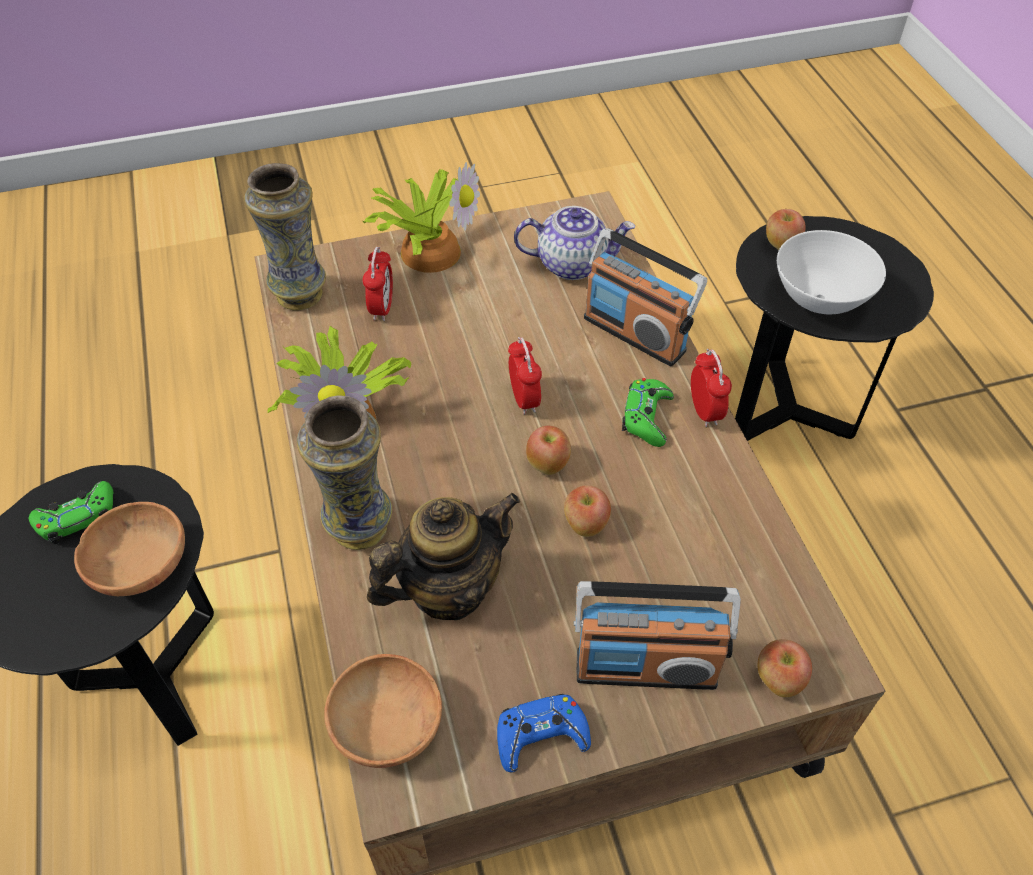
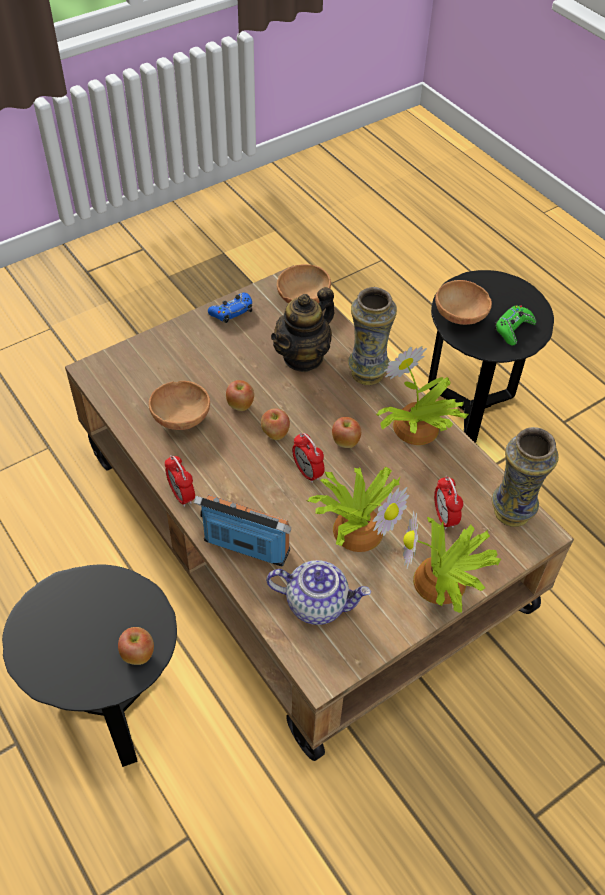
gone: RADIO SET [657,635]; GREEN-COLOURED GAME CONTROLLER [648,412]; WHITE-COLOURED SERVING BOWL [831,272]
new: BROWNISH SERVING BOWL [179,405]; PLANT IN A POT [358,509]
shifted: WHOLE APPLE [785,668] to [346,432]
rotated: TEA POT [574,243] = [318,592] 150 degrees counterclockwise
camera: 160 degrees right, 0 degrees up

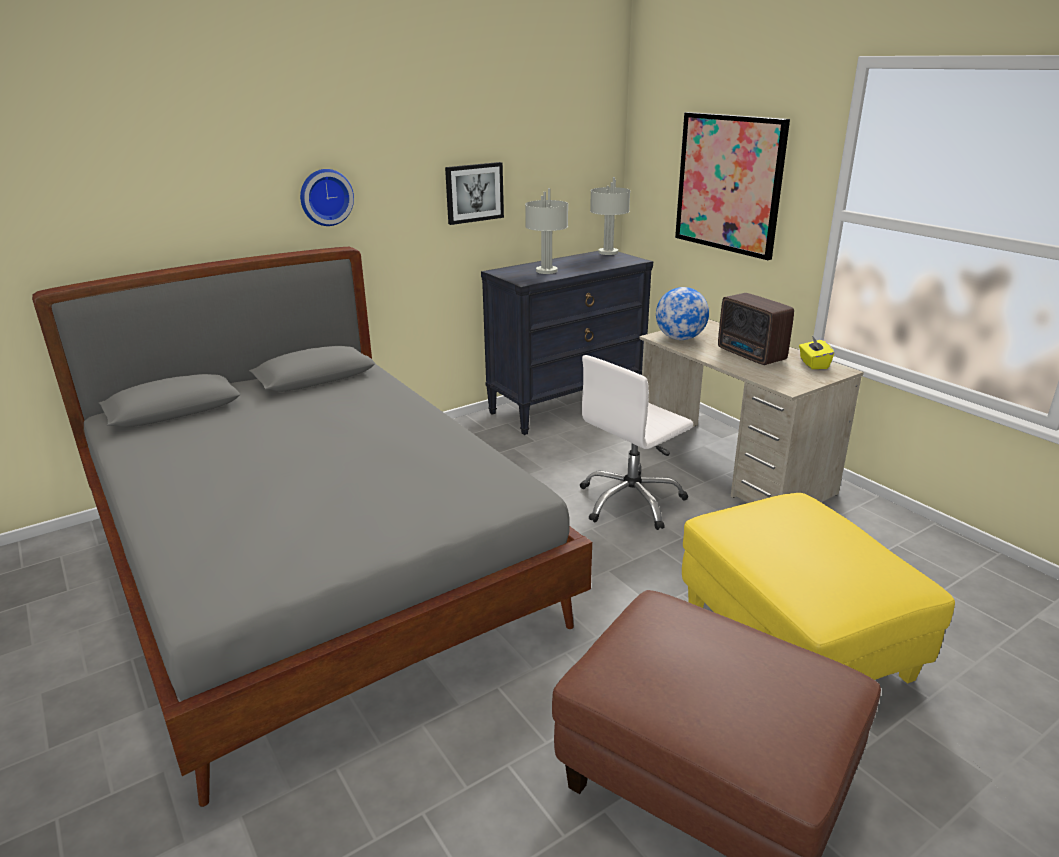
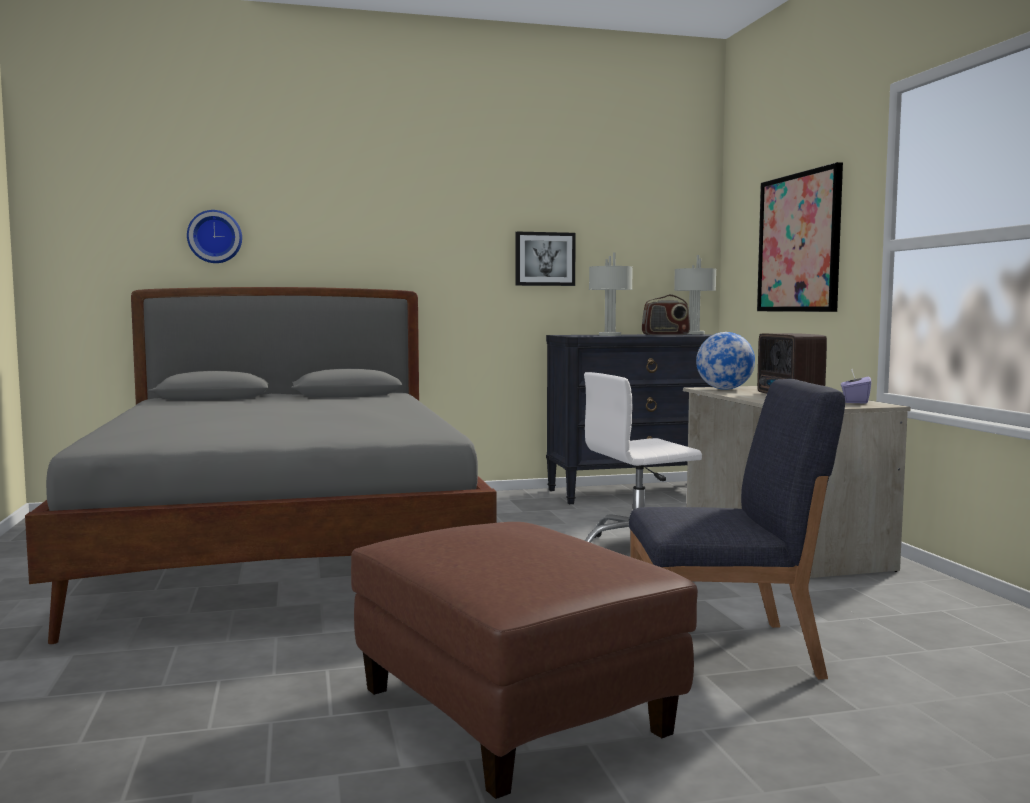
new: RADIO SET [666,314]
shifted: CLOCK ON THE WALL [327,197] to [214,236]
swapped: YELLOW-COLOURED OTTOMAN [818,588] to BLUE-COLOURED CHAIR [737,529]
repainted: YELLOW-COLOURED TISSUE HOLDER [816,352] to PURPLISH TISSUE HOLDER [856,386]
camera: 20 degrees right, 20 degrees down

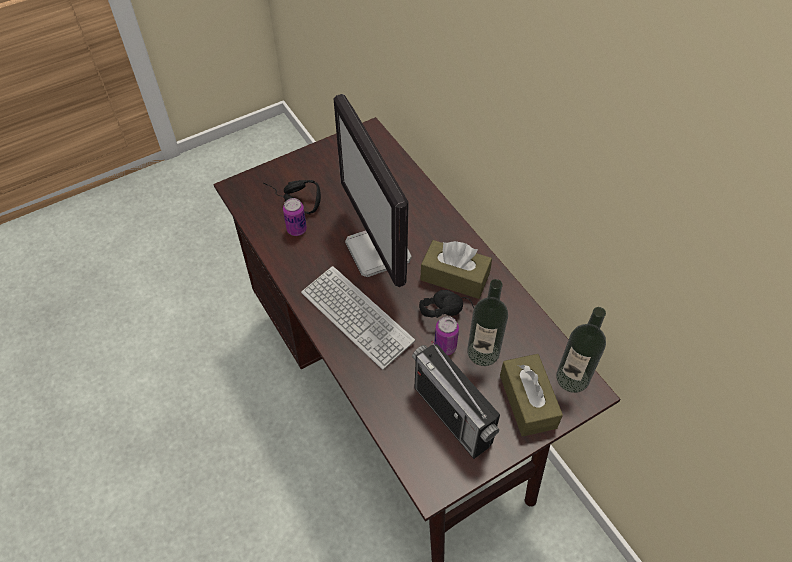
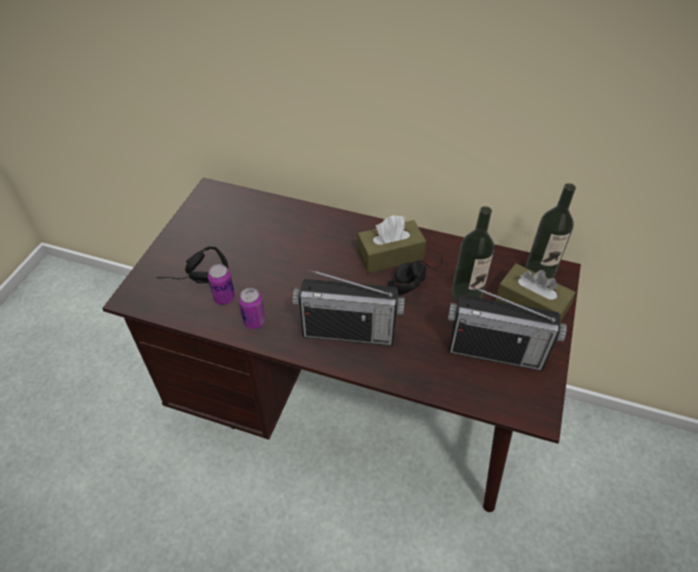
gone: COMPUTER DISPLAY [373,190]
shifted: CAN [446,335] to [252,308]
swapped: COMPUTER KEYBOARD [358,318] to RADIO SET [349,307]
camera: 40 degrees left, 5 degrees down

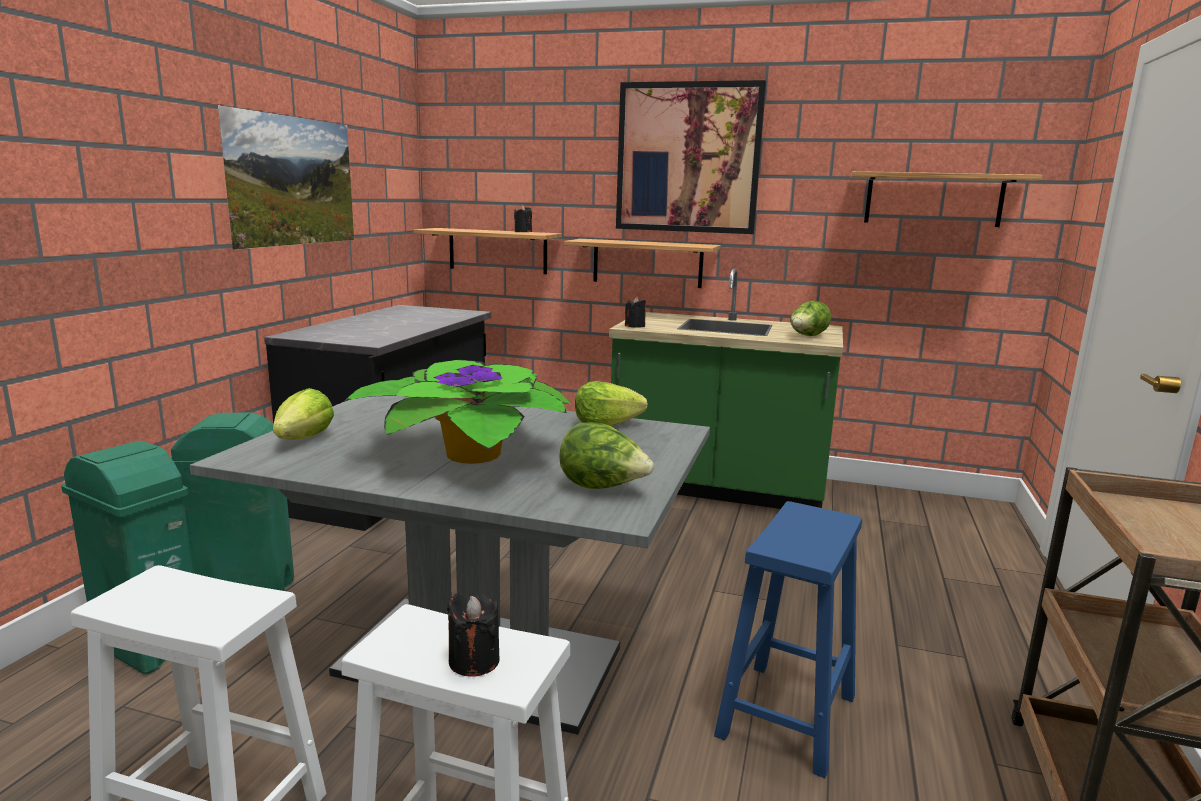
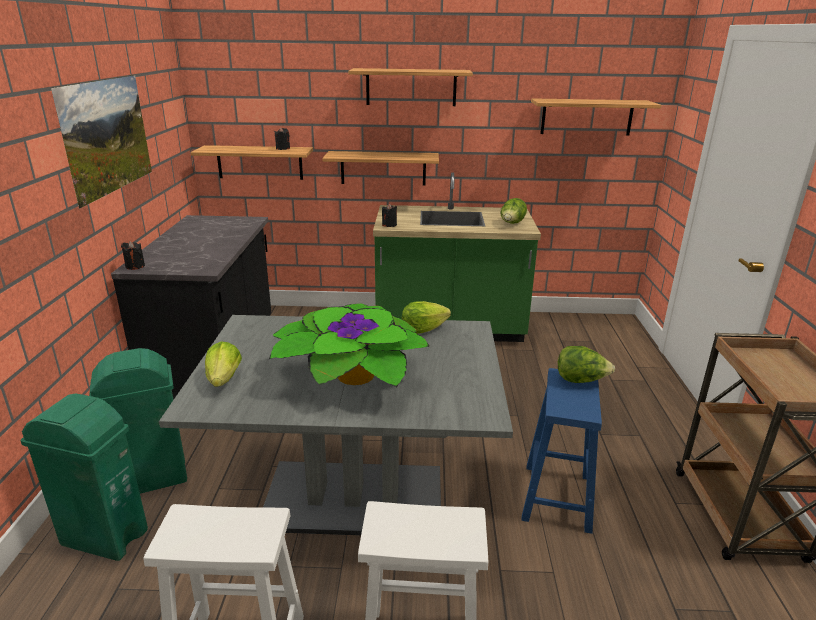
shifted: BLACKISH WAX LIGHT [473,635] to [133,255]; LETTUCE [606,455] to [586,364]
swapped: WALL PICTURE [691,157] to WALL SHELF [410,87]
camera: 15 degrees left, 10 degrees up

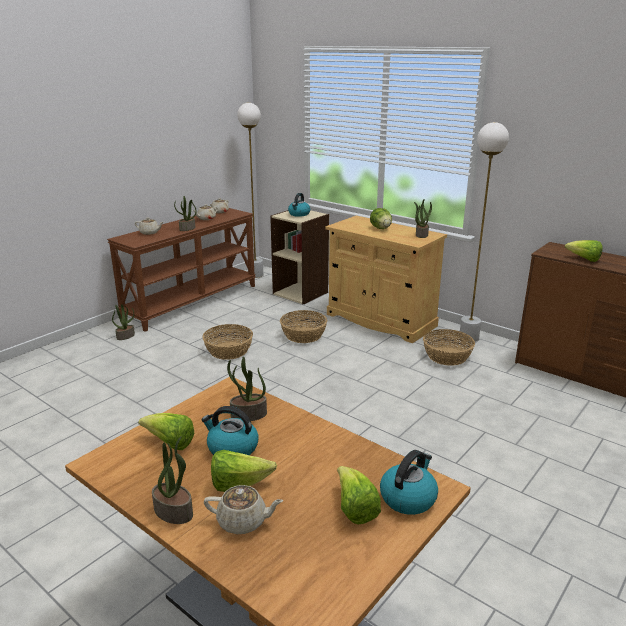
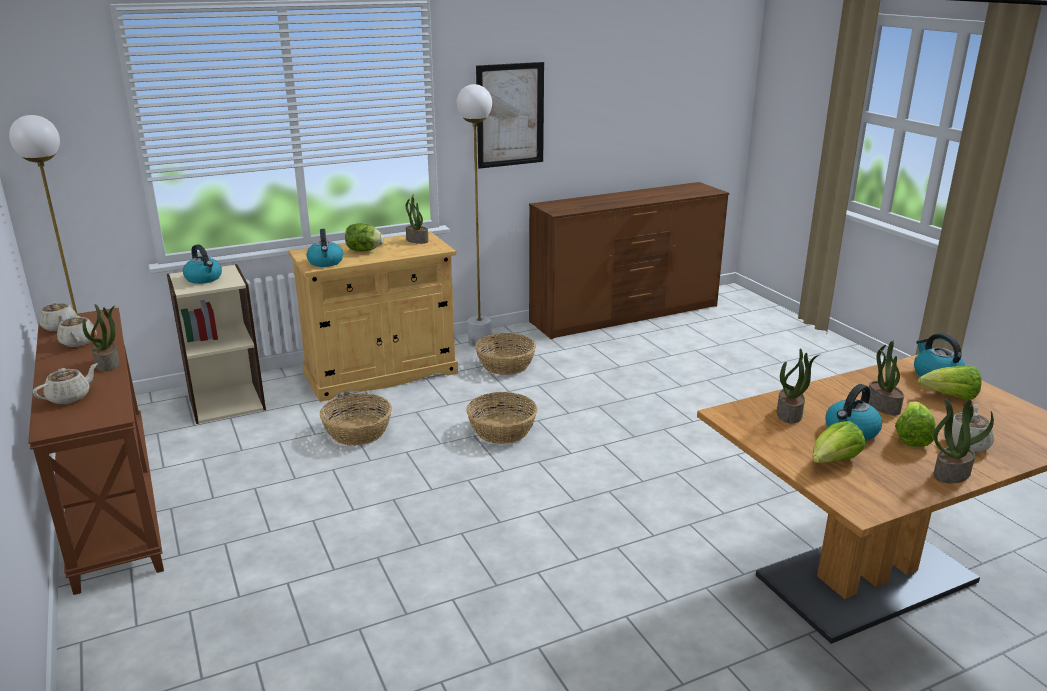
gone: LETTUCE [584,251]
new: KETTLE [324,248]; WALL PICTURE [510,115]
shifted: PLANT IN A POT [123,322] to [886,377]; BASKET [227,342] to [502,418]
camera: 65 degrees left, 0 degrees up

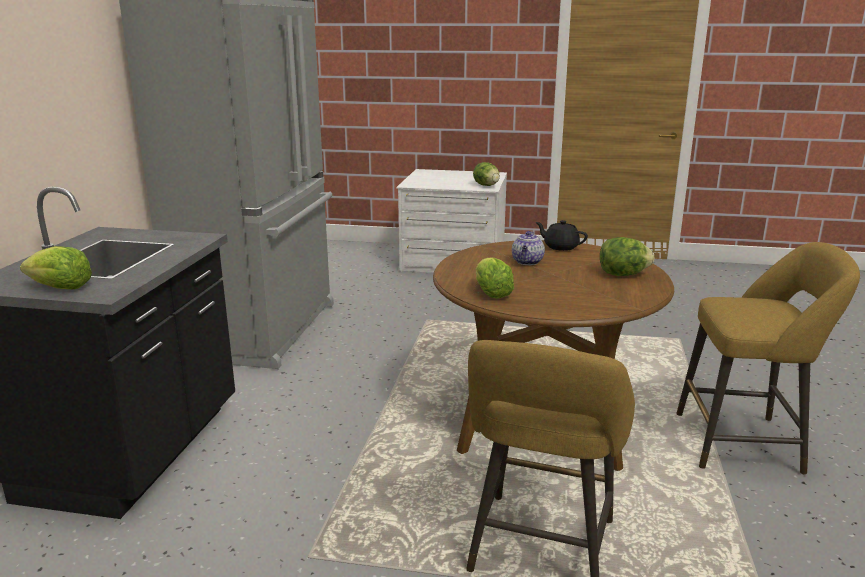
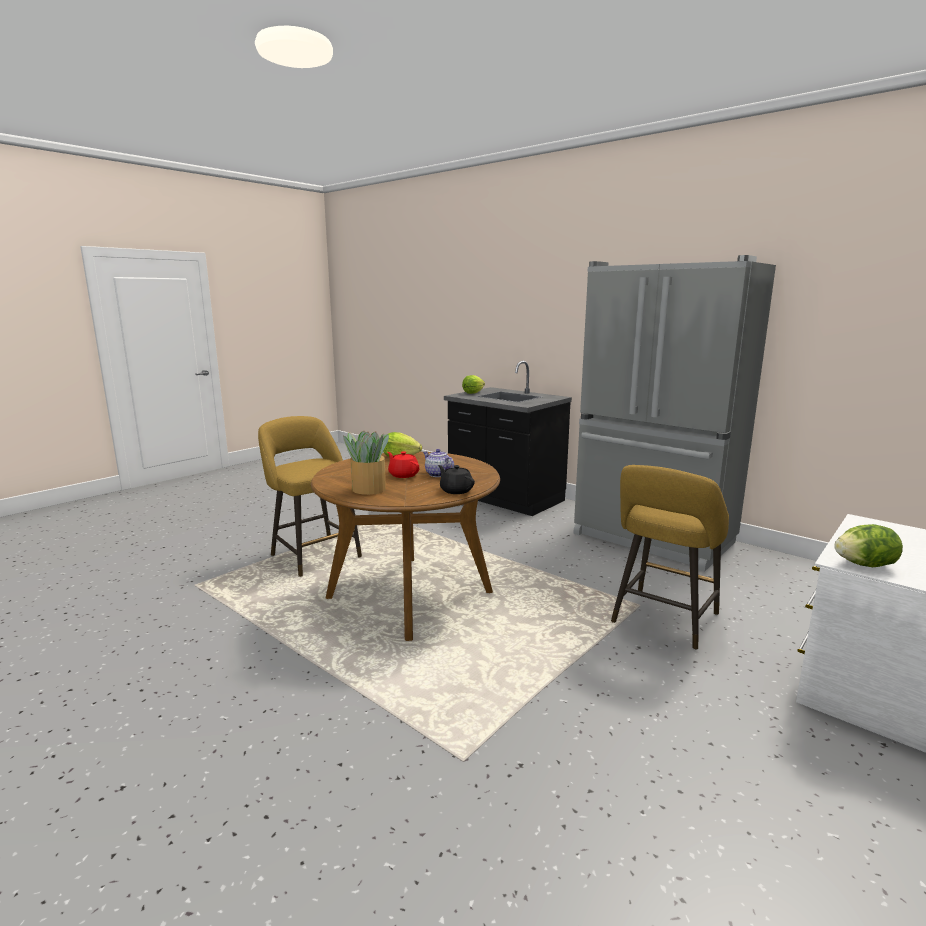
new: REDDISH TEA POT [403,464]
shifted: YELLOW-COLOURED STOOL [768,358] to [670,557]
swapped: LETTUCE [627,256] to PLANT IN A POT [366,462]
rotated: BLACKISH TEA POT [562,235] = [456,479] 105 degrees counterclockwise
camera: 120 degrees right, 5 degrees down

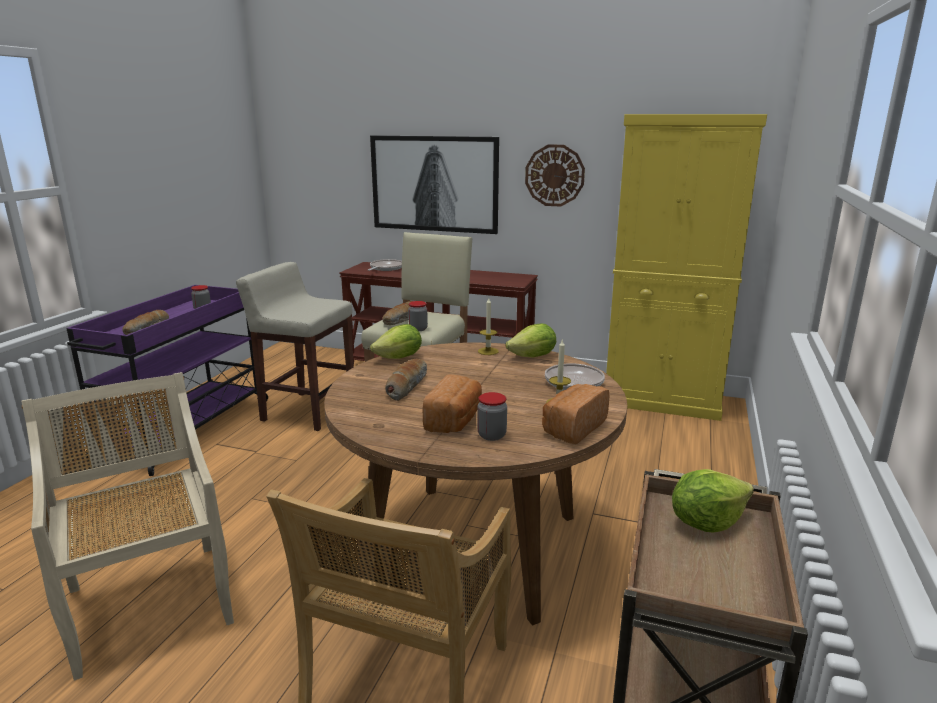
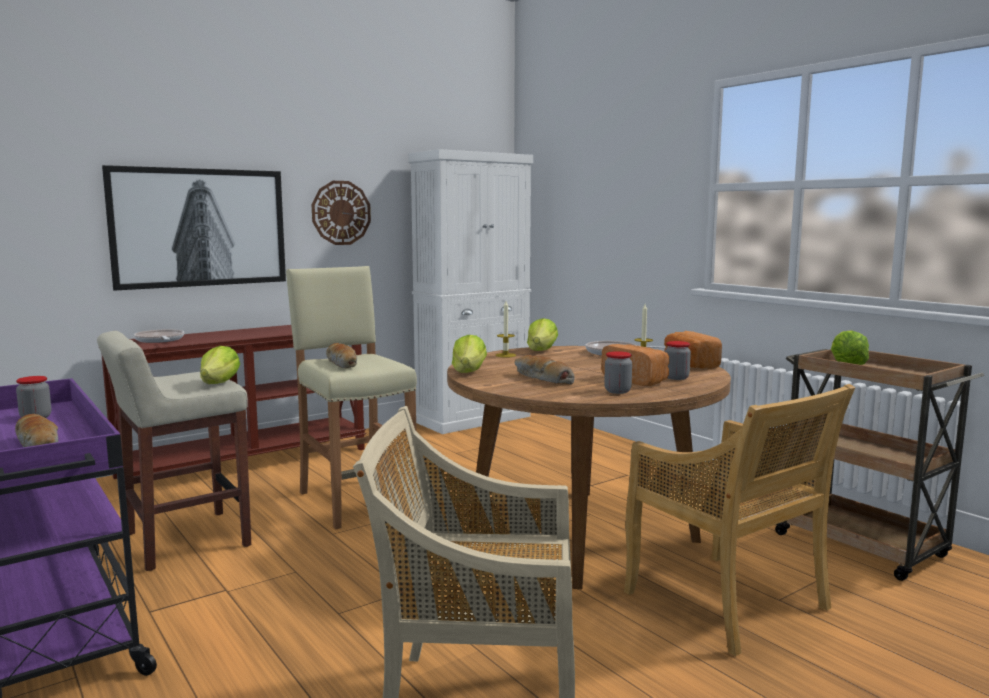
new: LETTUCE [220,365]
shifted: PRESERVE JAR [418,316] to [618,372]
repainted: YELLOW-COLOURED CUPBOARD [686,267] to WHITE-COLOURED CUPBOARD [470,291]
camera: 55 degrees left, 10 degrees down

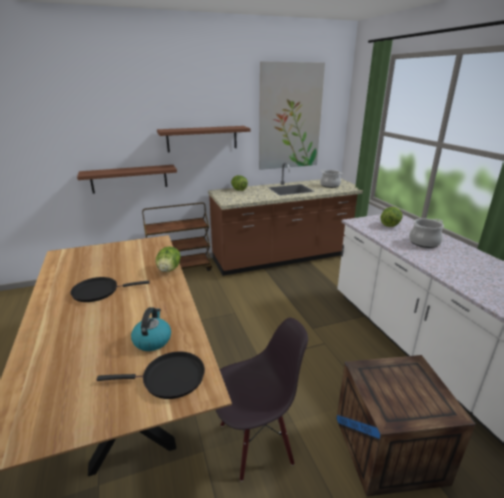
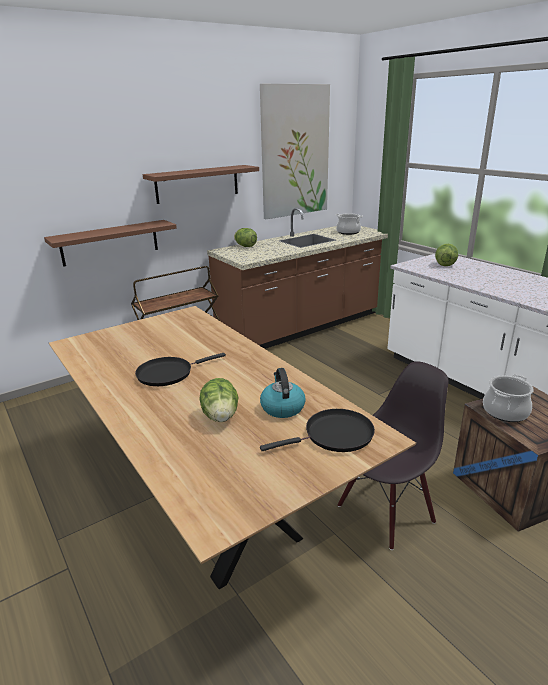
shifted: LETTUCE [168,259] to [219,400]; SAUCEPOT [426,233] to [508,398]
camera: 15 degrees left, 0 degrees up

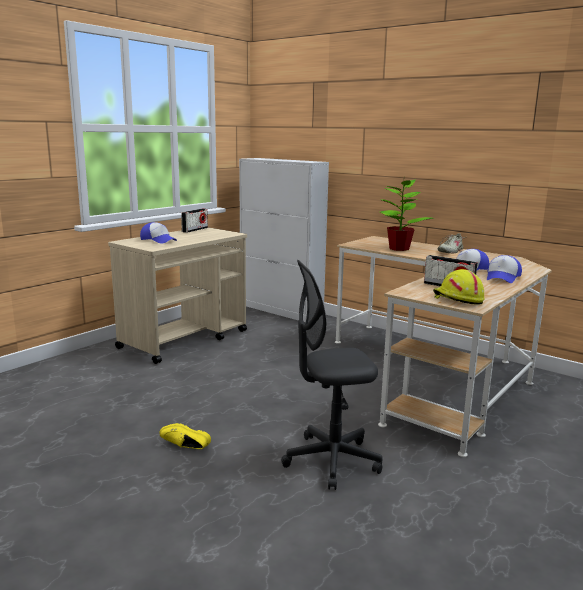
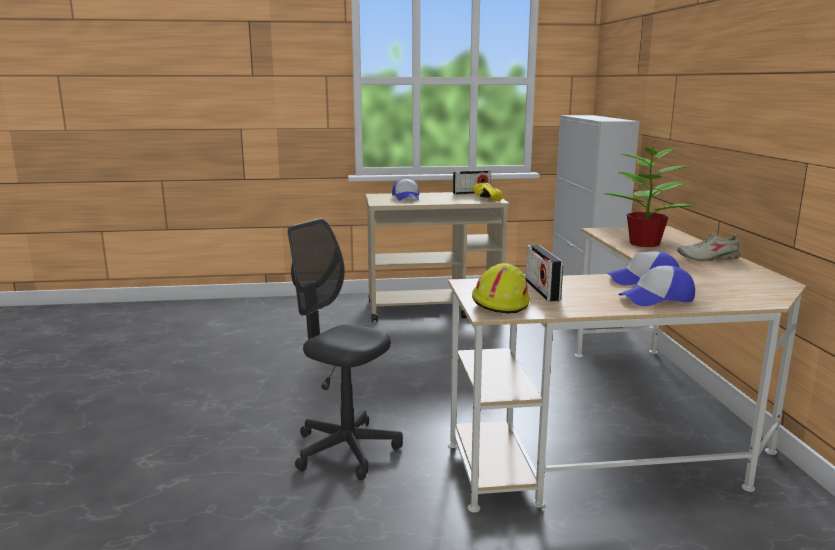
shifted: YELLOW-COLOURED ITEM OF FOOTWEAR [185,436] to [488,192]
camera: 45 degrees right, 0 degrees up

